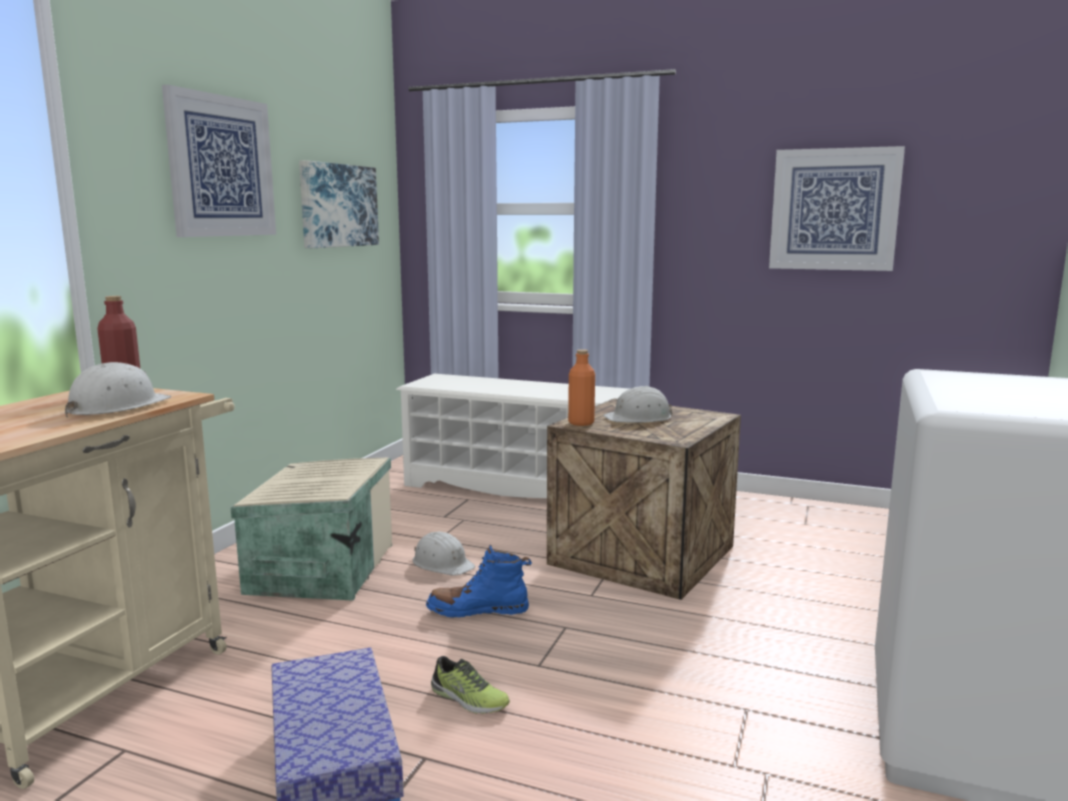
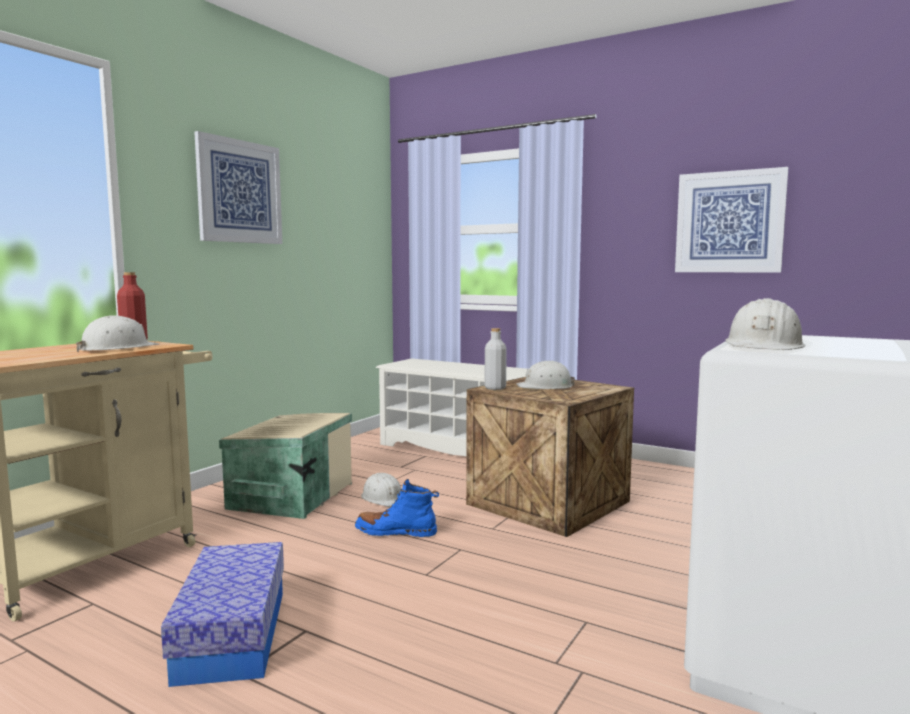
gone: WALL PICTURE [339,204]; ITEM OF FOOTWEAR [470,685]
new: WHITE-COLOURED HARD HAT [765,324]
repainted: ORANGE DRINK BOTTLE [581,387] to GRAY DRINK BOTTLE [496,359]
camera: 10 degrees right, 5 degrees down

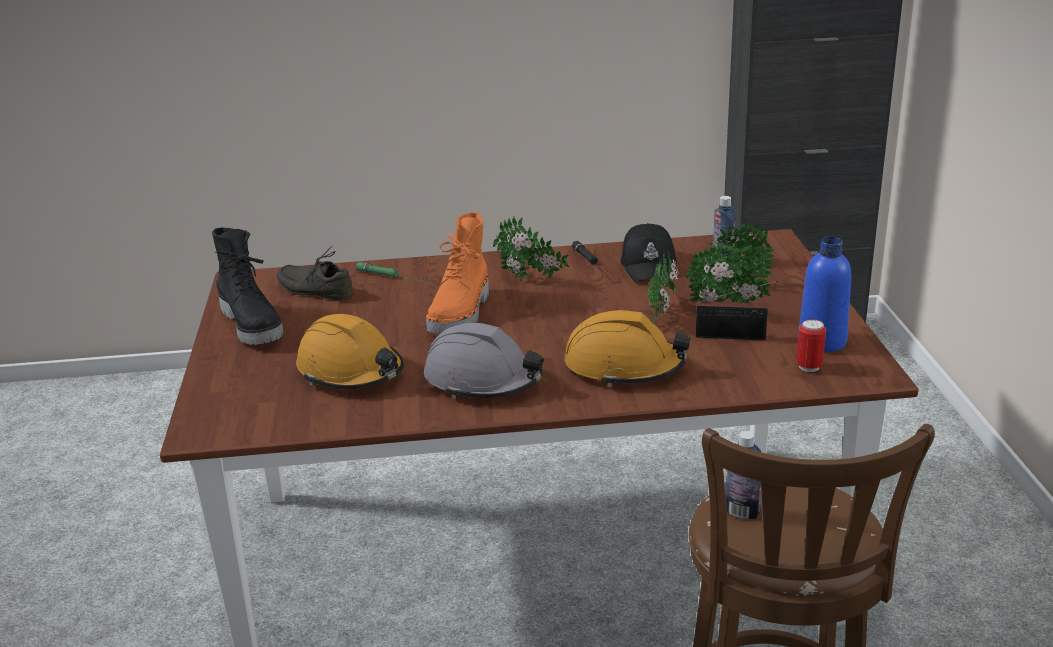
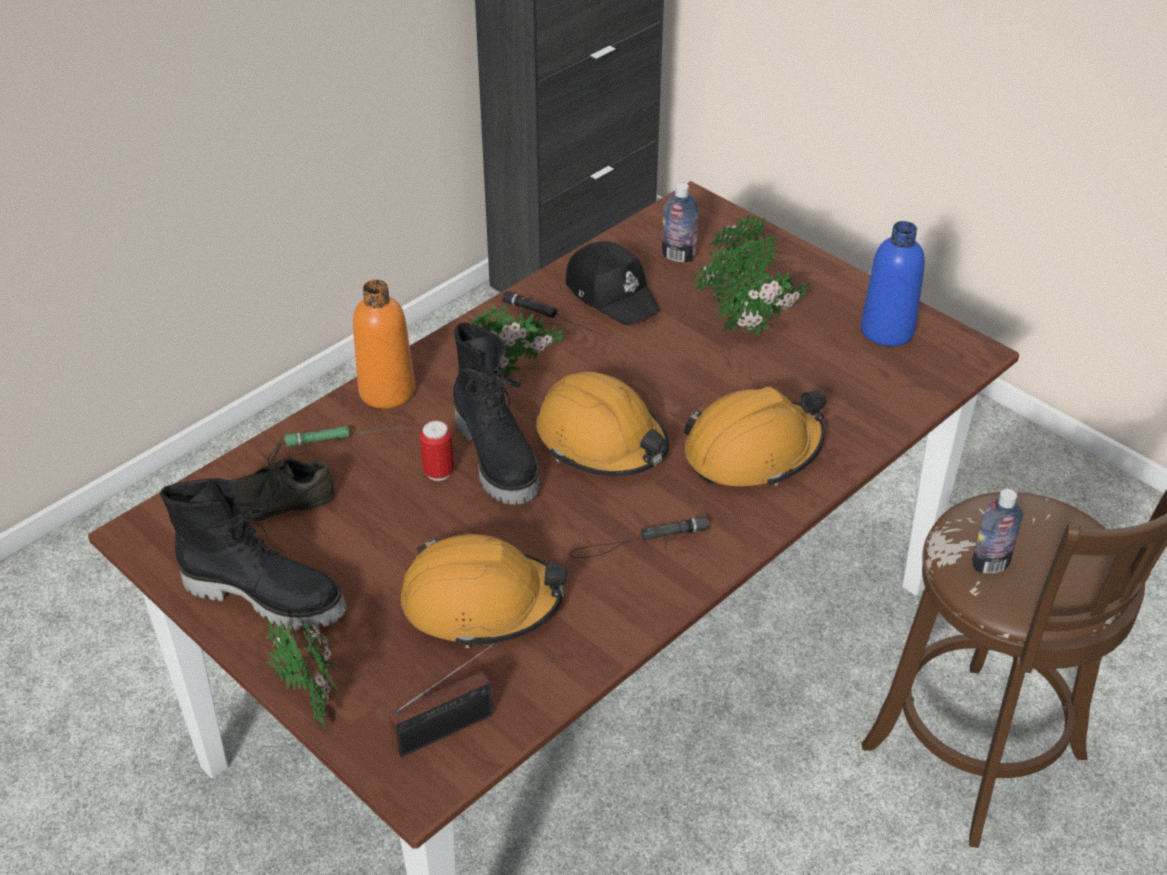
new: ORANGE DRINK BOTTLE [384,344]; ORANGE HARD HAT [602,424]
shifted: PLANT IN A POT [662,287] to [302,671]; RADIO SET [737,310] to [442,700]; CAN [811,345] to [437,451]
swapped: GRAY HARD HAT [484,361] to BLACKISH FLASHLIGHT [639,537]
repainted: ORANGE BOOT [457,273] to BLACKISH BOOT [496,413]
camera: 40 degrees left, 15 degrees up

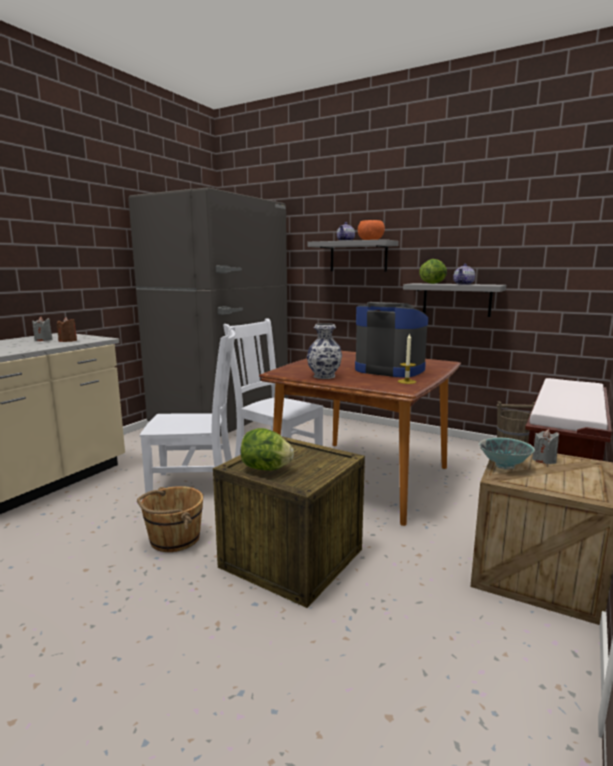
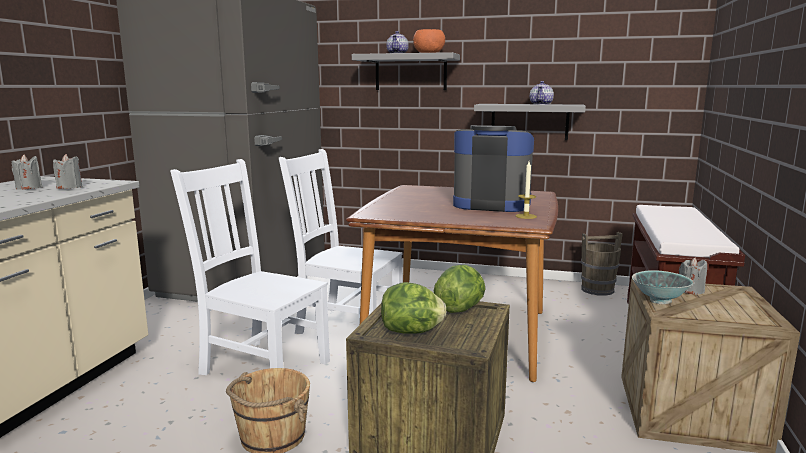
gone: FLOWER VASE [324,351]
shifted: LETTUCE [433,271] to [459,289]
repainted: BROWNISH WAX LIGHT [67,329] to GRAY WAX LIGHT [67,171]
rotated: WHITE-COLOURED CHAIR [187,409] = [250,267] 135 degrees counterclockwise
camera: 15 degrees left, 0 degrees up

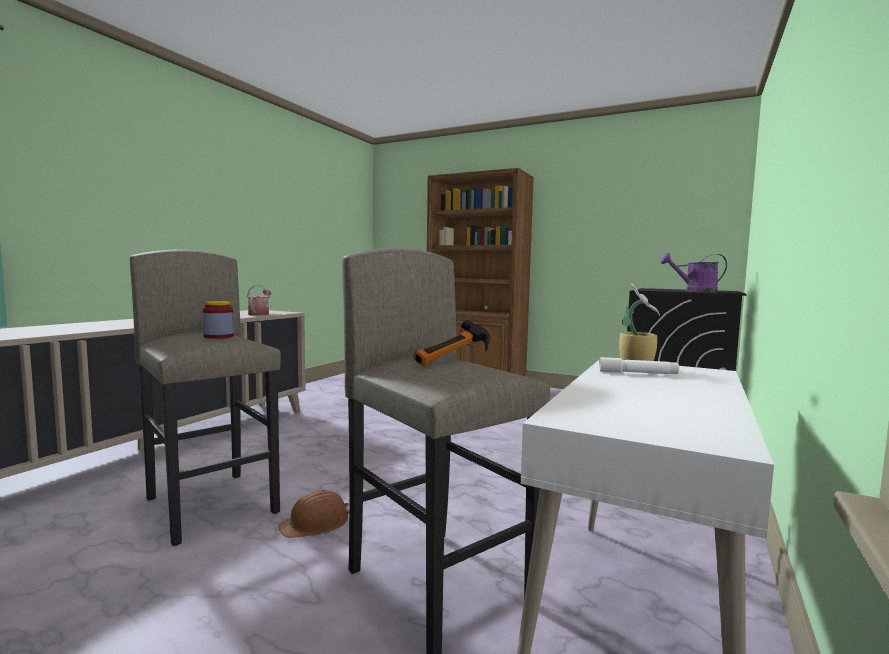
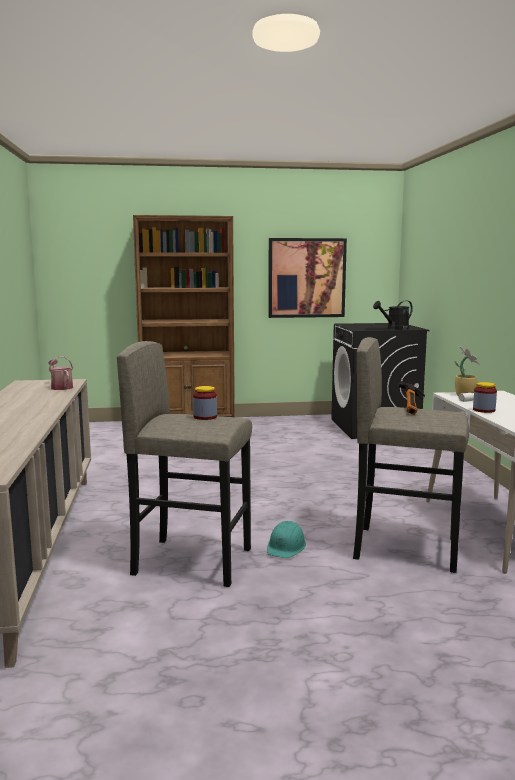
new: WALL PICTURE [307,278]; PRESERVE JAR [485,397]
repainted: BROWNISH HARD HAT [313,513] to TURQUOISE-COLOURED HARD HAT [286,539]; PURPLISH WATERING POT [694,272] to BLACKISH WATERING POT [393,315]
camera: 35 degrees left, 5 degrees up

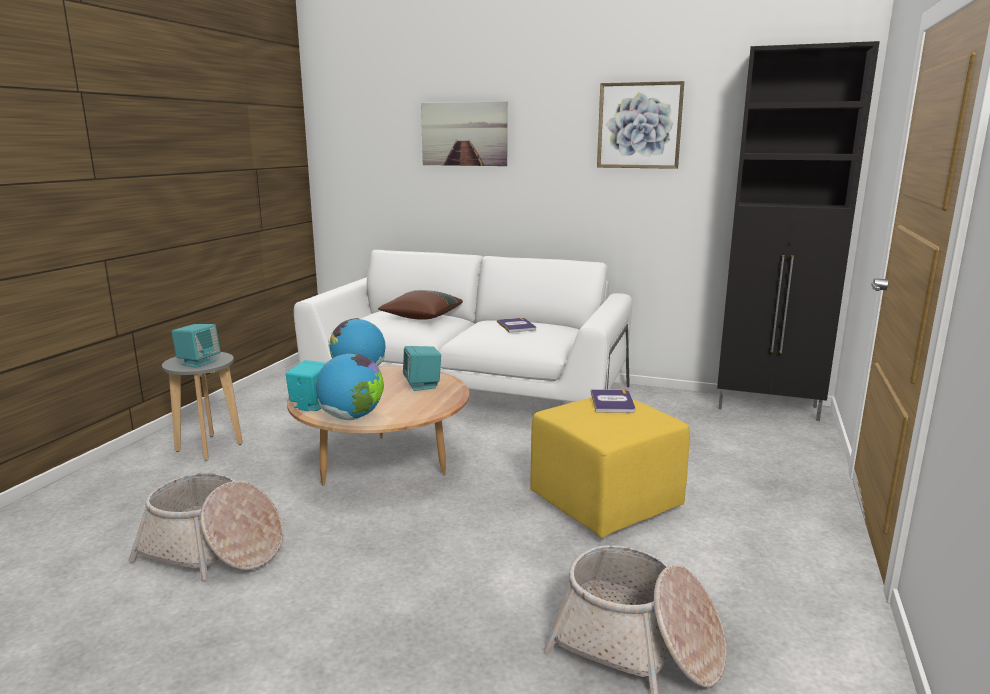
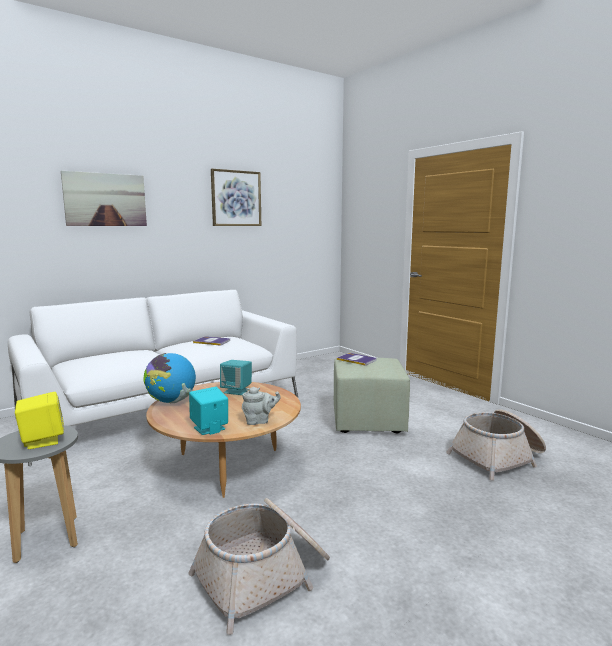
gone: BROWNISH THROW PILLOW [420,305]; BLACKISH CUPBOARD [798,231]
swapped: DESK GLOBE [350,386] to GRAY TEA POT [261,406]
repainted: TURQUOISE-COLOURED SPEAKER [196,346] to YELLOW-COLOURED SPEAKER [39,420]; YELLOW-COLOURED OTTOMAN [610,468] to GREEN-COLOURED OTTOMAN [372,395]
camera: 55 degrees left, 5 degrees down

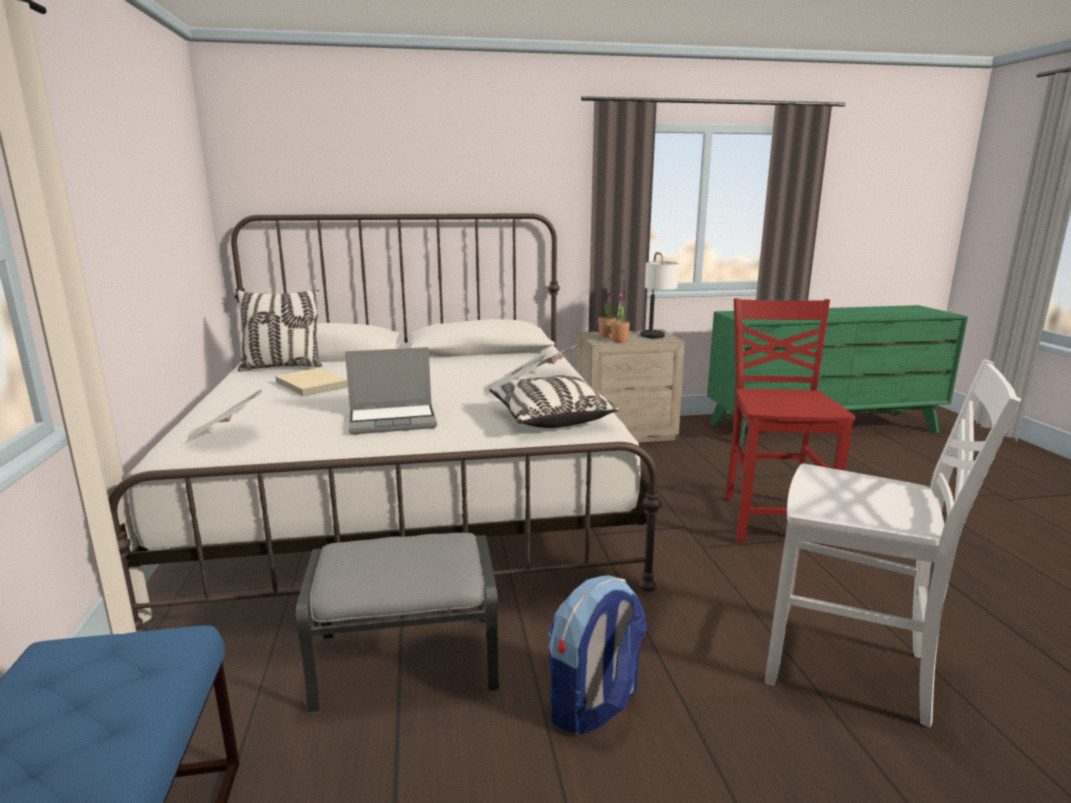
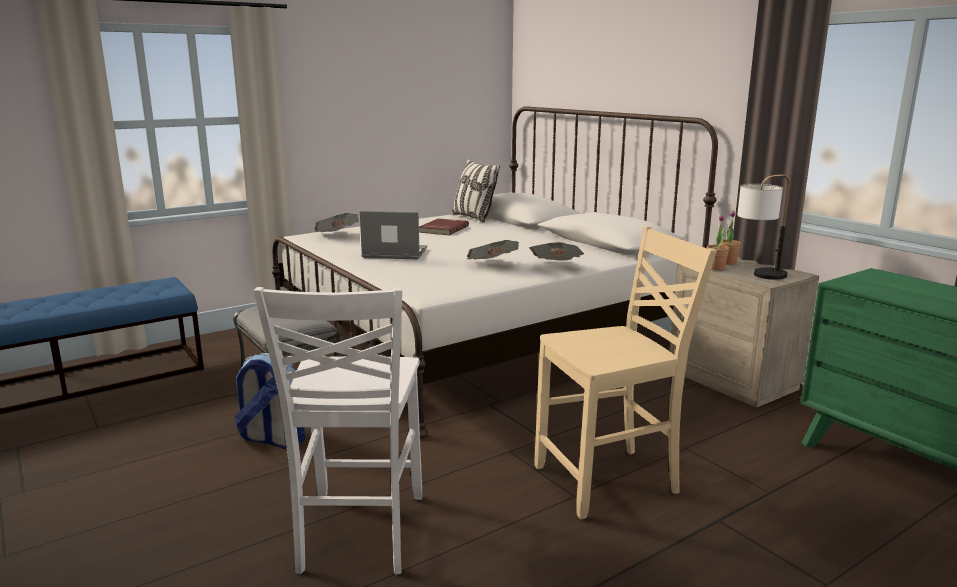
gone: THROW PILLOW [554,401]
repainted: BEIGE-COLOURED BOOK [311,382] to REDDISH BOOK [444,226]; REDDISH CHAIR [790,422] to BEIGE-COLOURED CHAIR [626,373]
rotated: NOTEBOOK COMPUTER [391,390] = [393,235] 135 degrees clockwise
camera: 65 degrees right, 0 degrees up

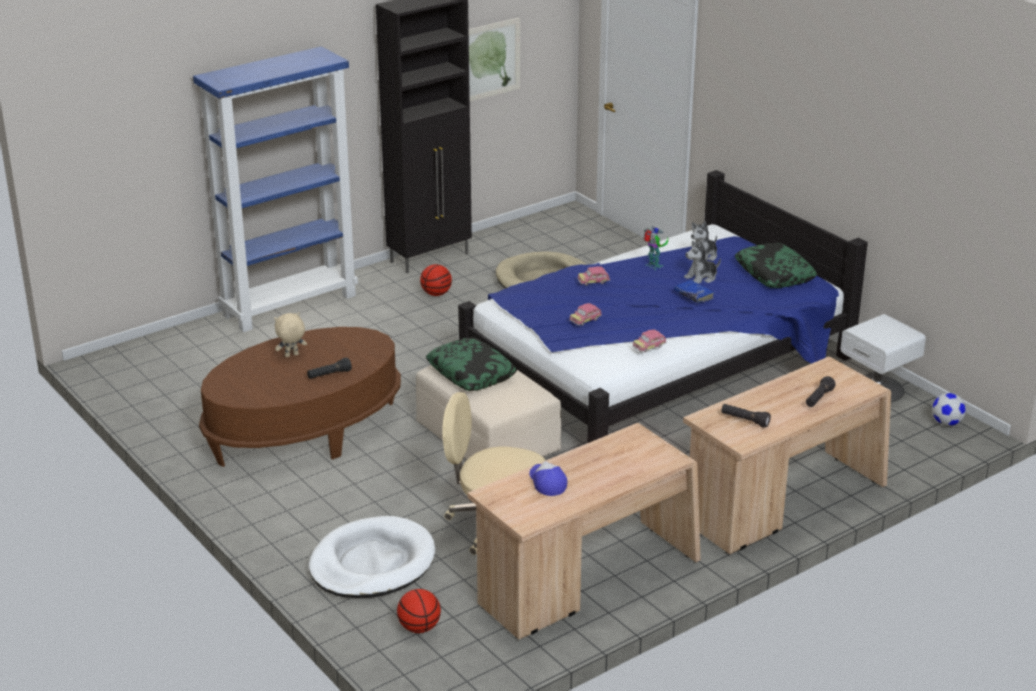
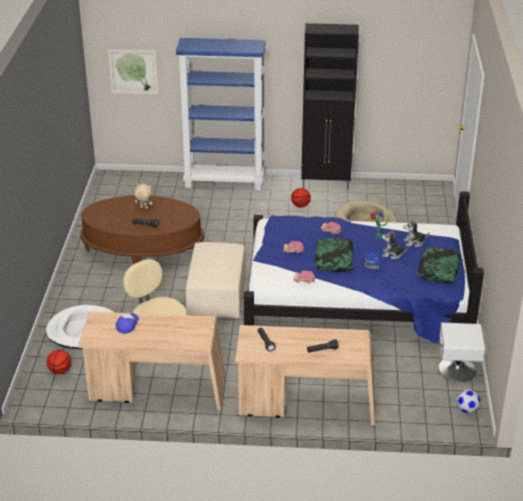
shifted: THROW PILLOW [471,364] to [334,255]; WALL PICTURE [494,59] to [133,72]
camera: 40 degrees right, 5 degrees up

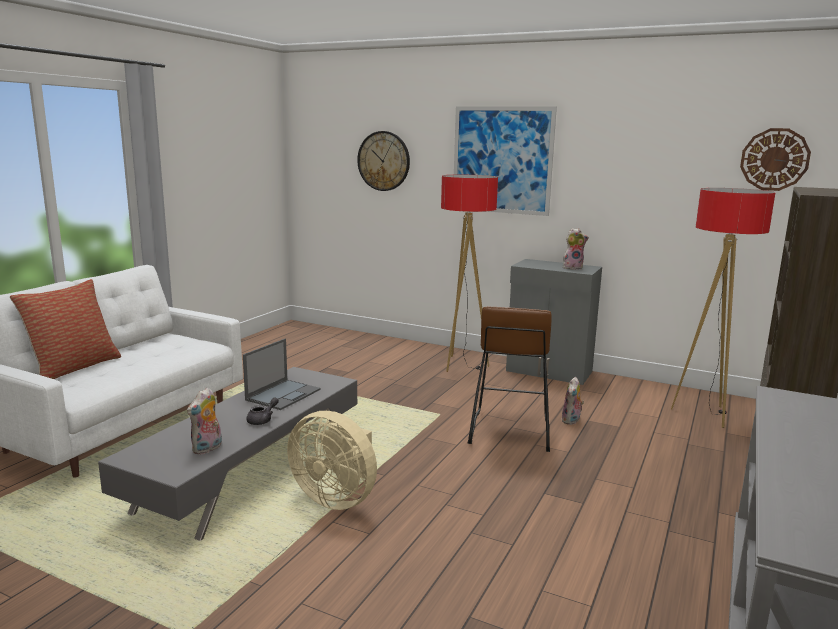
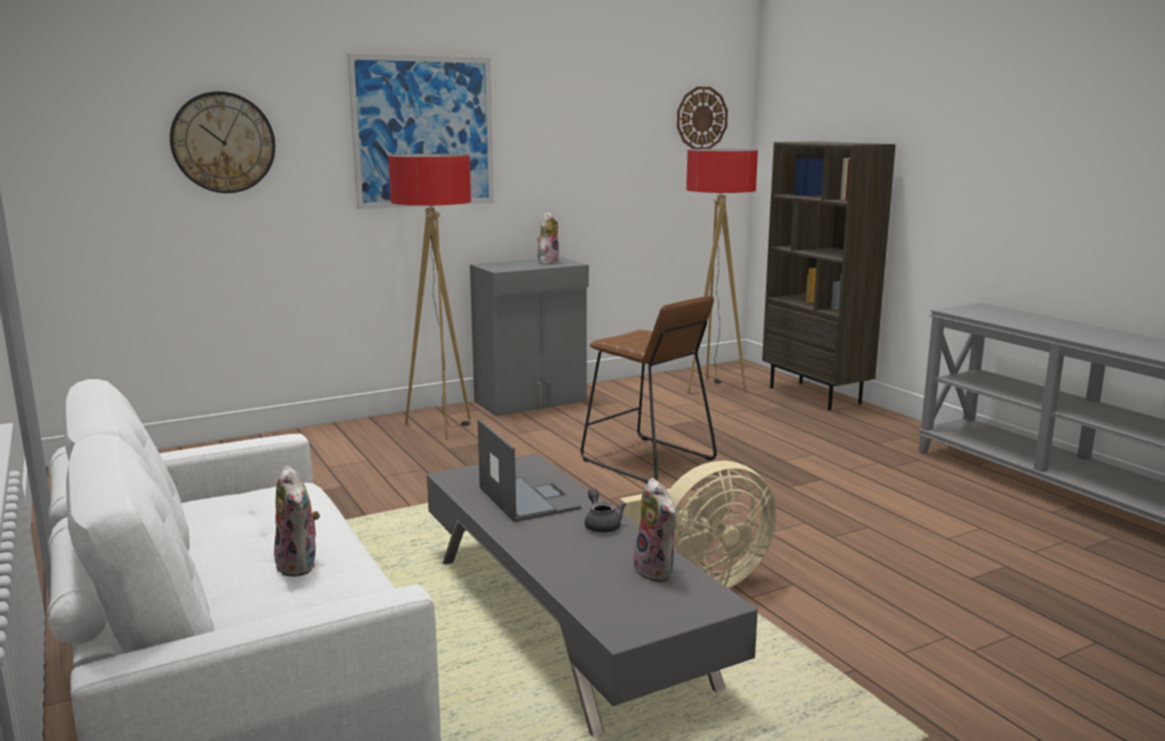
gone: THROW PILLOW [65,329]
shifted: PLUSH TOY [572,401] to [297,521]
camera: 55 degrees left, 0 degrees up

